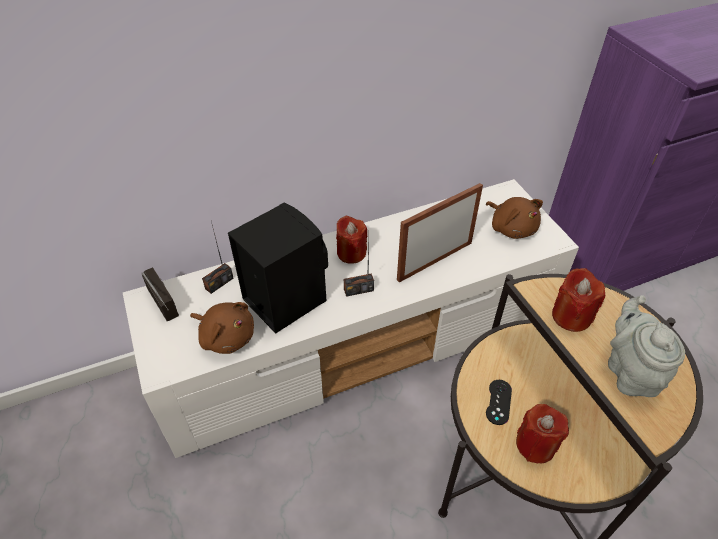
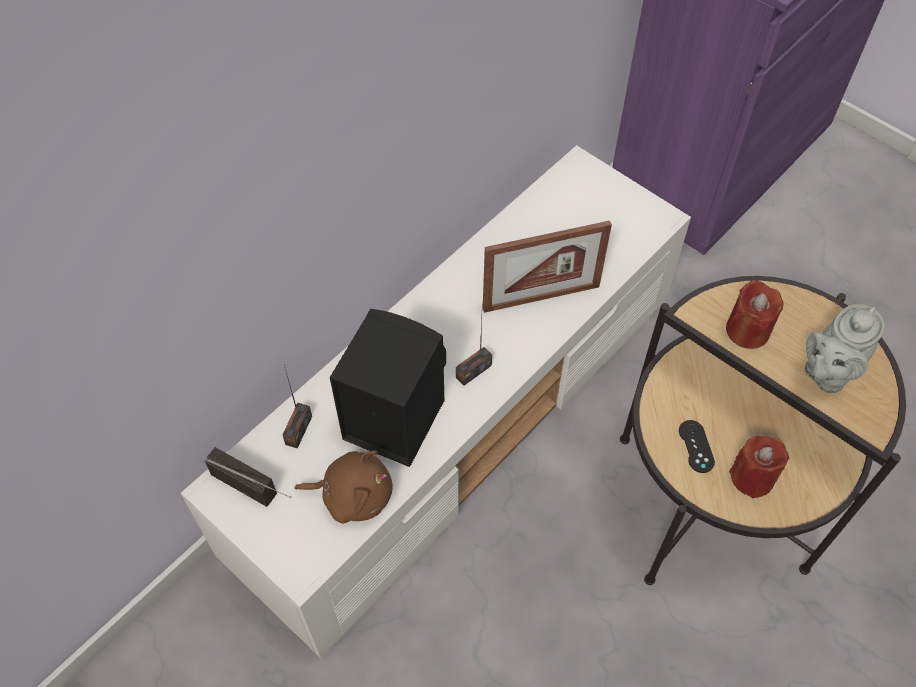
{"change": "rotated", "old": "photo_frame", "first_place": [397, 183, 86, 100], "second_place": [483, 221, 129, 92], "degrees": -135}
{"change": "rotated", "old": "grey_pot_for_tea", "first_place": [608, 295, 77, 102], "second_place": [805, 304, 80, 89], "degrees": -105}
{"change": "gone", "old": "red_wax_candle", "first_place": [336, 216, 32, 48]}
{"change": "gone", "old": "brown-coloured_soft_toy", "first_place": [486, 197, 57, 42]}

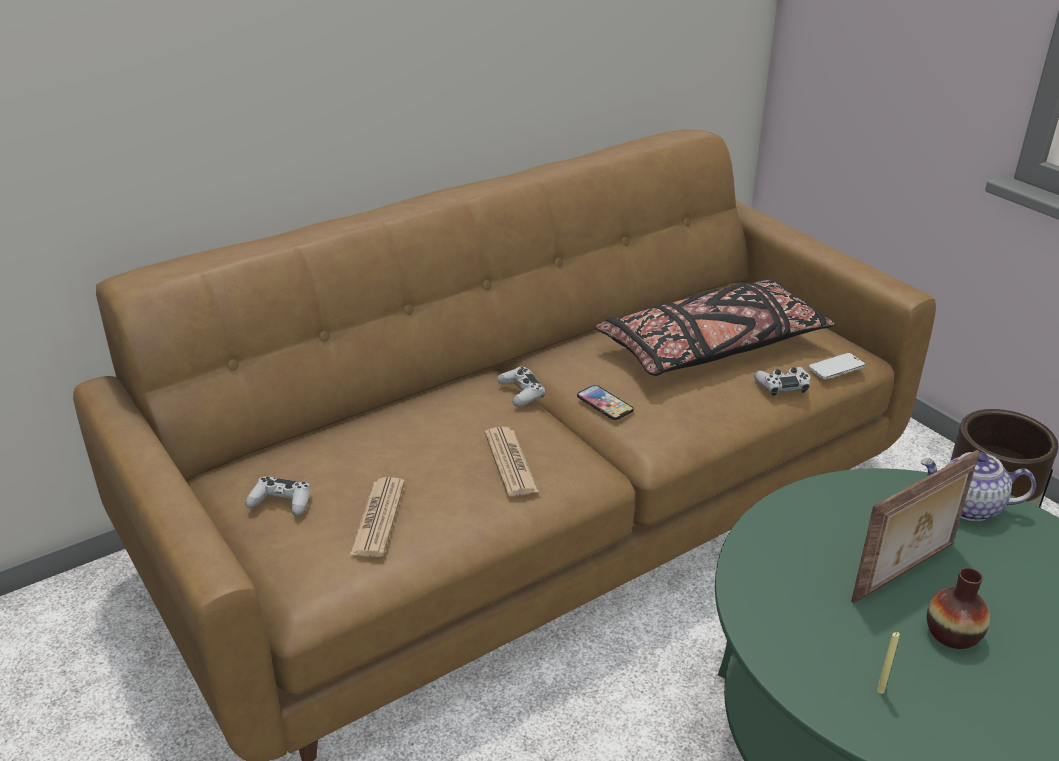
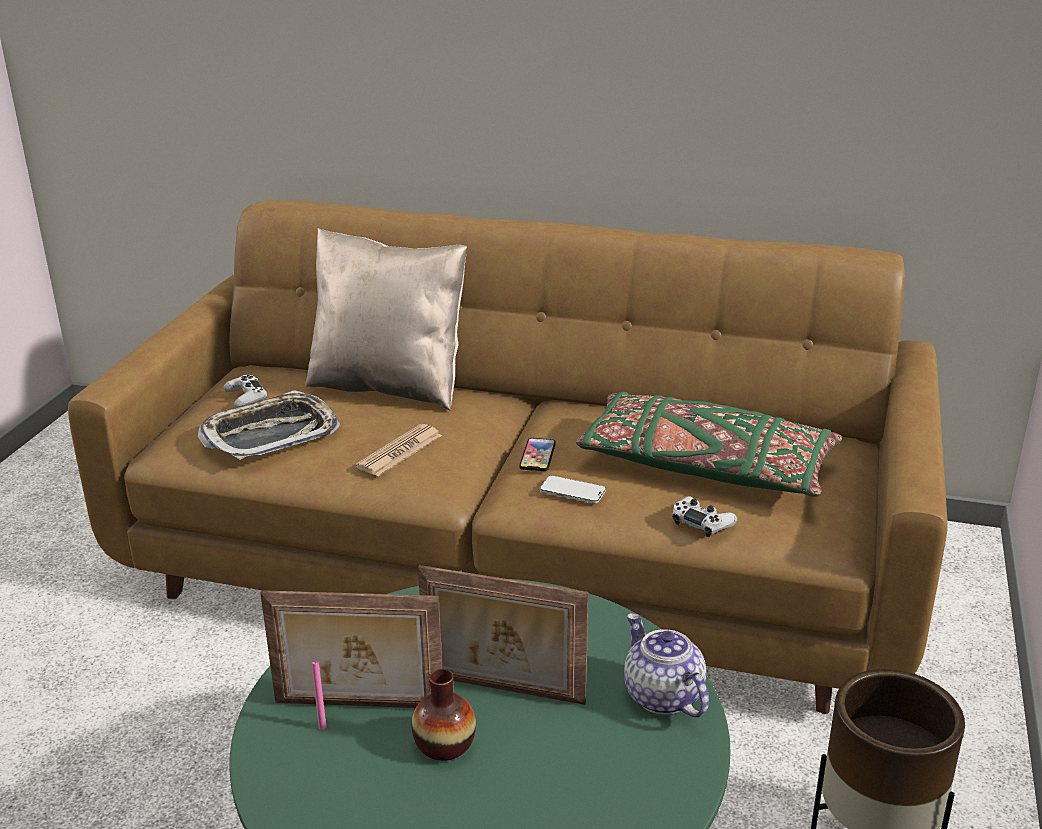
{"change": "swapped", "old": "printed_paper", "new": "serving_tray", "first_place": [350, 477, 55, 80], "second_place": [198, 390, 142, 70]}
{"change": "new", "new": "photo_frame", "second_place": [260, 590, 182, 118]}
{"change": "new", "new": "sand-coloured_cushion", "second_place": [305, 228, 162, 182]}
{"change": "repainted", "old": "yellowish_wax_candle", "new": "pink_wax_candle", "first_place": [877, 632, 23, 62], "second_place": [312, 662, 14, 68]}
{"change": "shifted", "old": "handset", "first_place": [808, 353, 57, 26], "second_place": [540, 476, 66, 28]}
{"change": "repainted", "old": "blackish_cushion", "new": "green-coloured_cushion", "first_place": [596, 279, 238, 97], "second_place": [576, 392, 266, 105]}
{"change": "gone", "old": "whitish_gamepad", "first_place": [497, 367, 48, 39]}

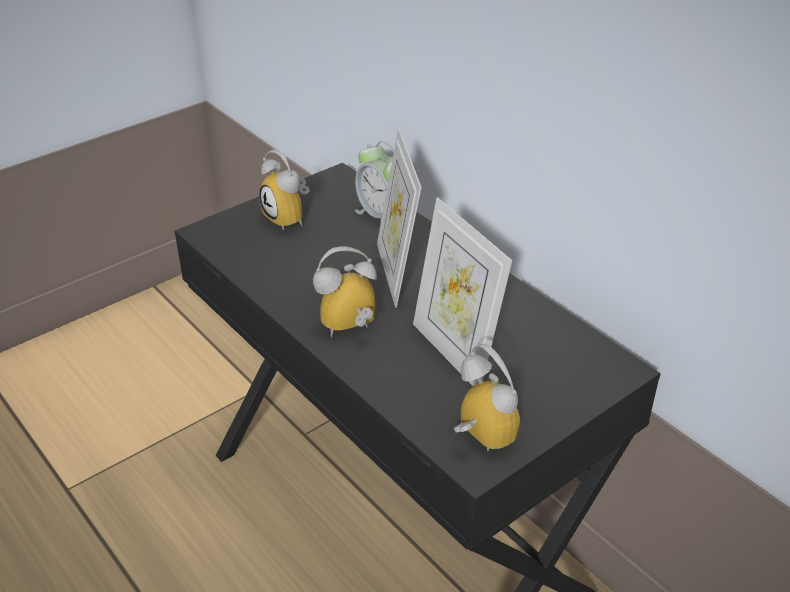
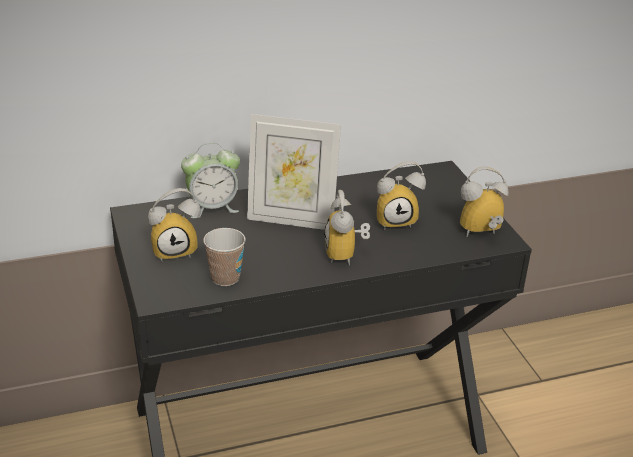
{"change": "new", "new": "small_cup", "second_place": [203, 228, 42, 58]}
{"change": "swapped", "old": "photo_frame", "new": "table_clock", "first_place": [413, 197, 99, 189], "second_place": [377, 161, 49, 69]}

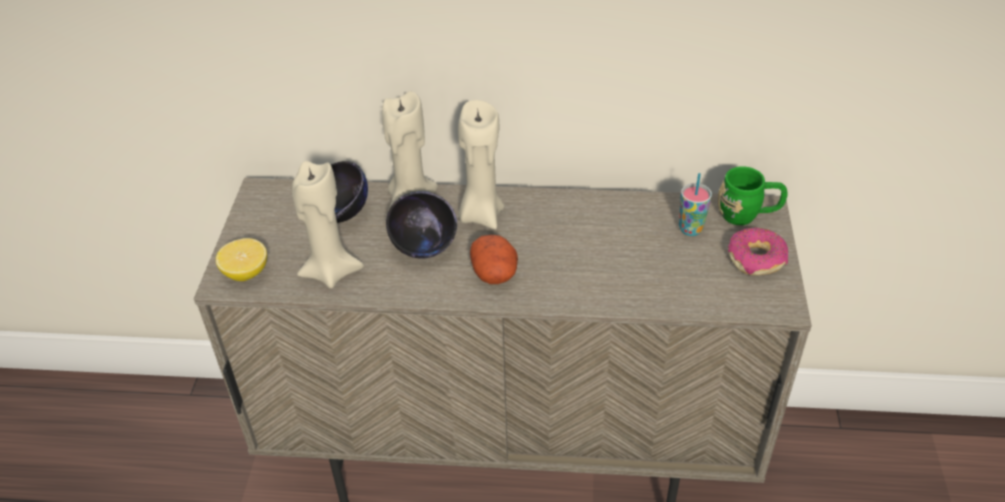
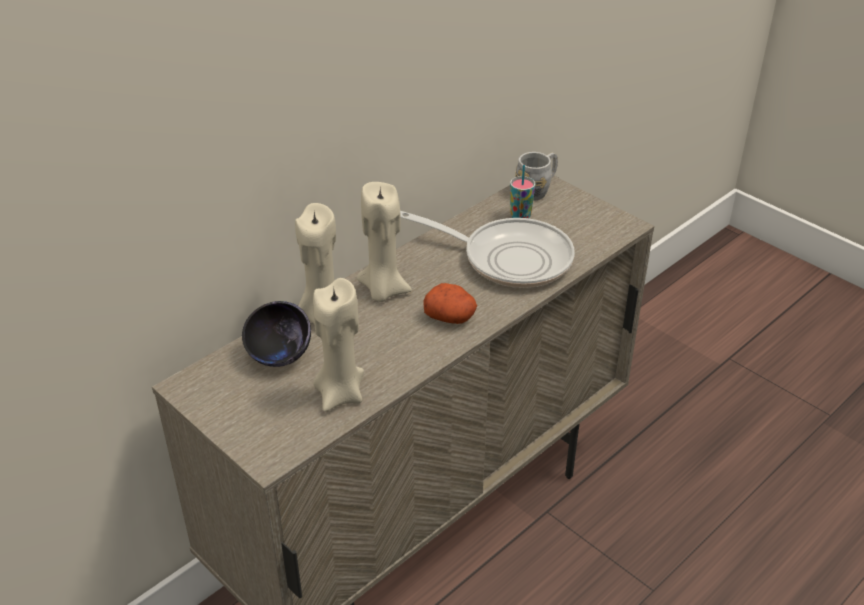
{"change": "new", "new": "pan", "second_place": [400, 211, 175, 77]}
{"change": "repainted", "old": "green-coloured_mug", "new": "grey_mug", "first_place": [718, 166, 70, 59], "second_place": [515, 152, 43, 49]}
{"change": "gone", "old": "whole_lemon", "first_place": [216, 238, 51, 43]}
{"change": "gone", "old": "blackish_serving_bowl", "first_place": [386, 191, 71, 68]}
{"change": "gone", "old": "doughnut", "first_place": [728, 227, 60, 48]}

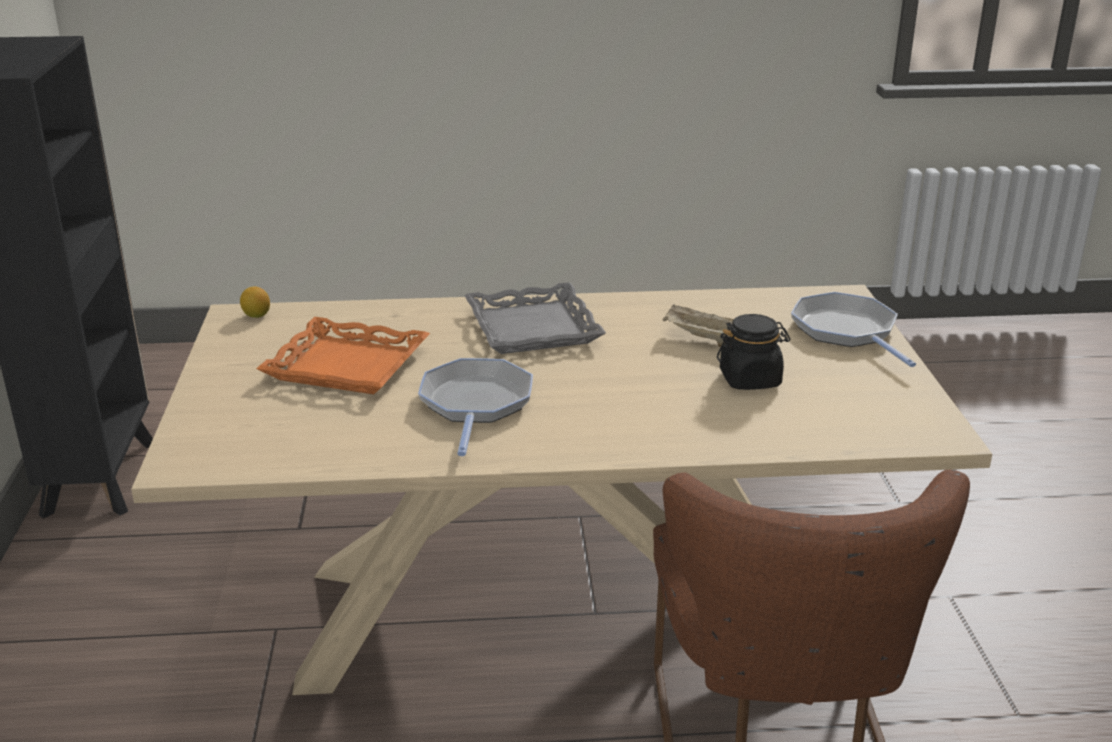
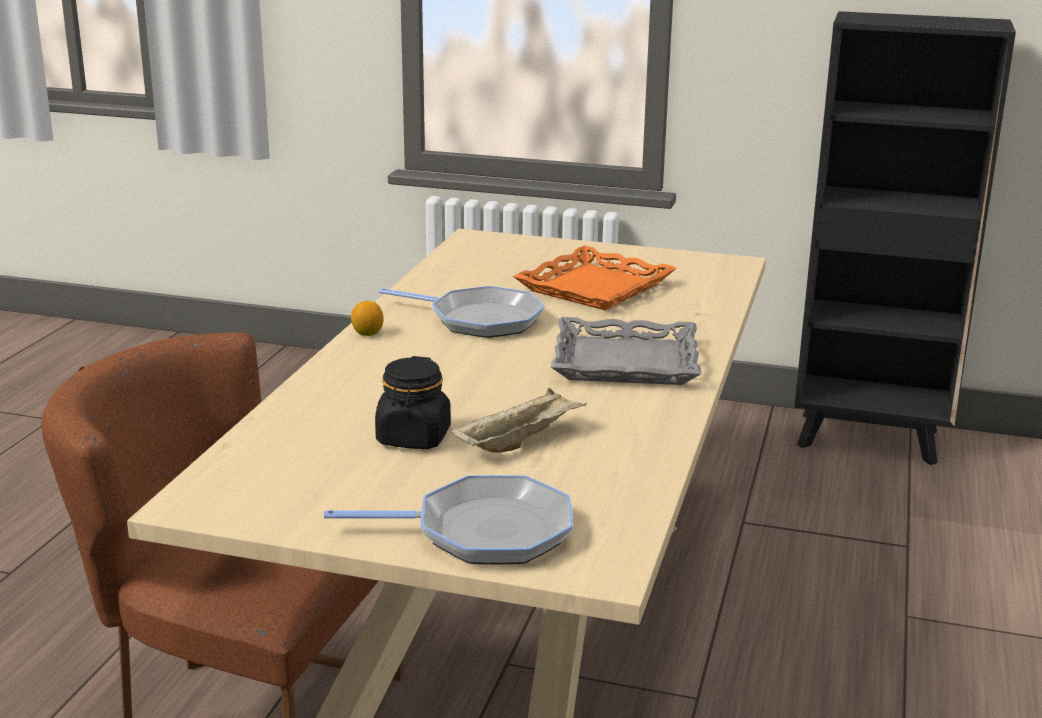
{"change": "shifted", "old": "whole_lemon", "first_place": [240, 287, 30, 31], "second_place": [351, 301, 32, 35]}

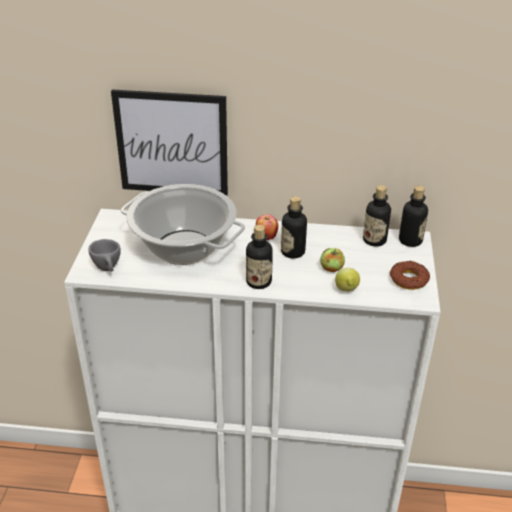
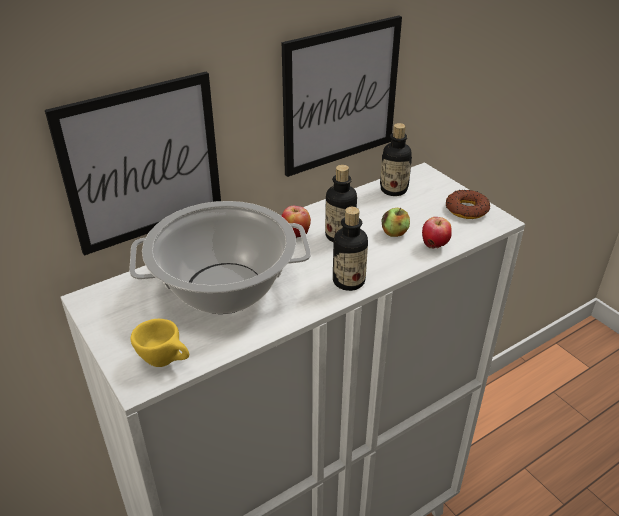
{"change": "repainted", "old": "grey_small_cup", "new": "yellowish_small_cup", "first_place": [88, 239, 33, 32], "second_place": [130, 319, 59, 48]}
{"change": "new", "new": "wall_art", "second_place": [282, 16, 120, 161]}
{"change": "swapped", "old": "whole_lemon", "new": "apple_fruit", "first_place": [335, 268, 25, 24], "second_place": [422, 217, 30, 32]}
{"change": "gone", "old": "bottle", "first_place": [399, 186, 29, 61]}

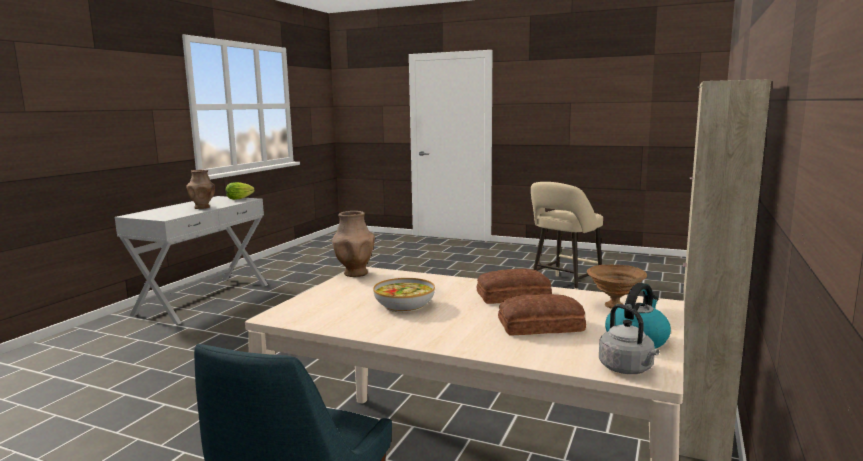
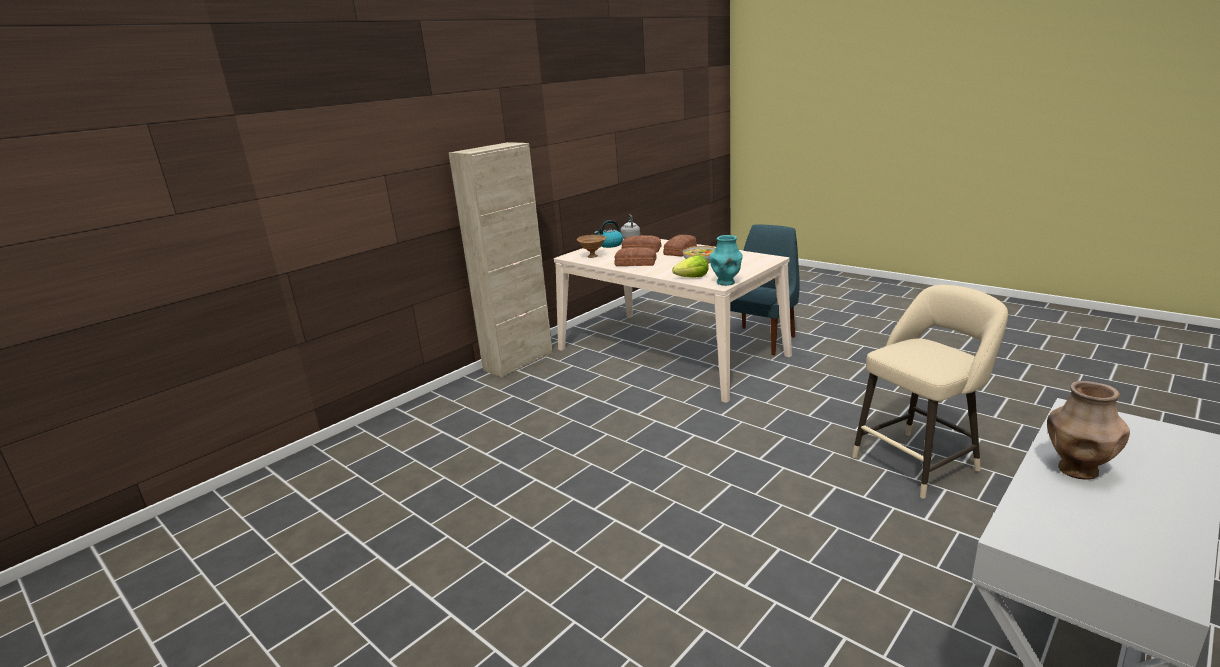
{"change": "new", "new": "bakery_bread", "second_place": [663, 235, 34, 21]}
{"change": "shifted", "old": "lettuce", "first_place": [226, 182, 29, 18], "second_place": [672, 255, 37, 23]}
{"change": "repainted", "old": "brown-coloured_flower_vase", "new": "blue-green_flower_vase", "first_place": [332, 211, 43, 66], "second_place": [710, 235, 33, 51]}
{"change": "shifted", "old": "sand-coloured_sitting_stool", "first_place": [531, 182, 72, 107], "second_place": [852, 285, 156, 214]}

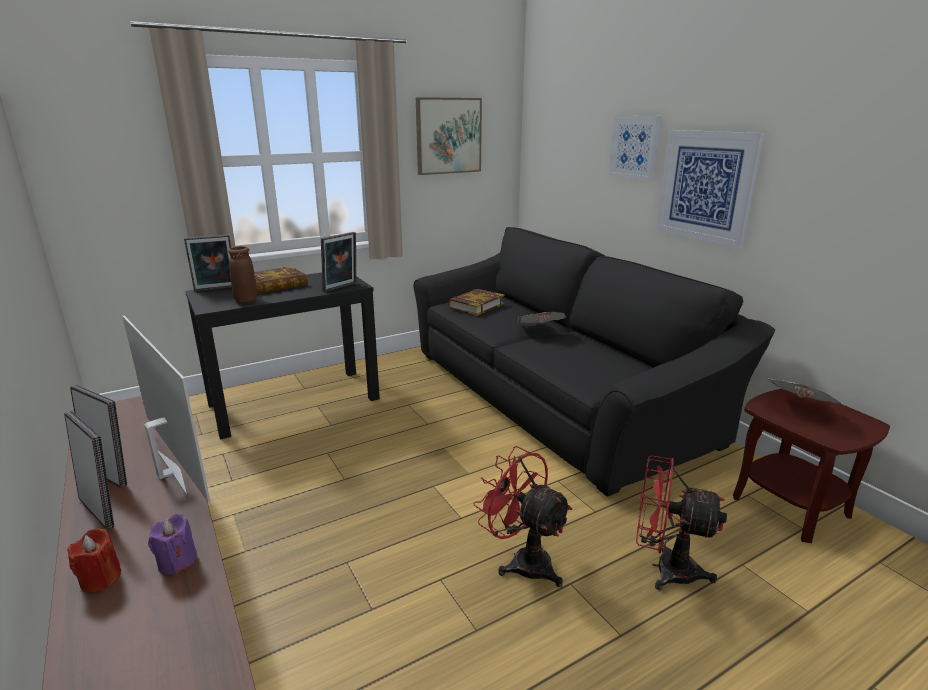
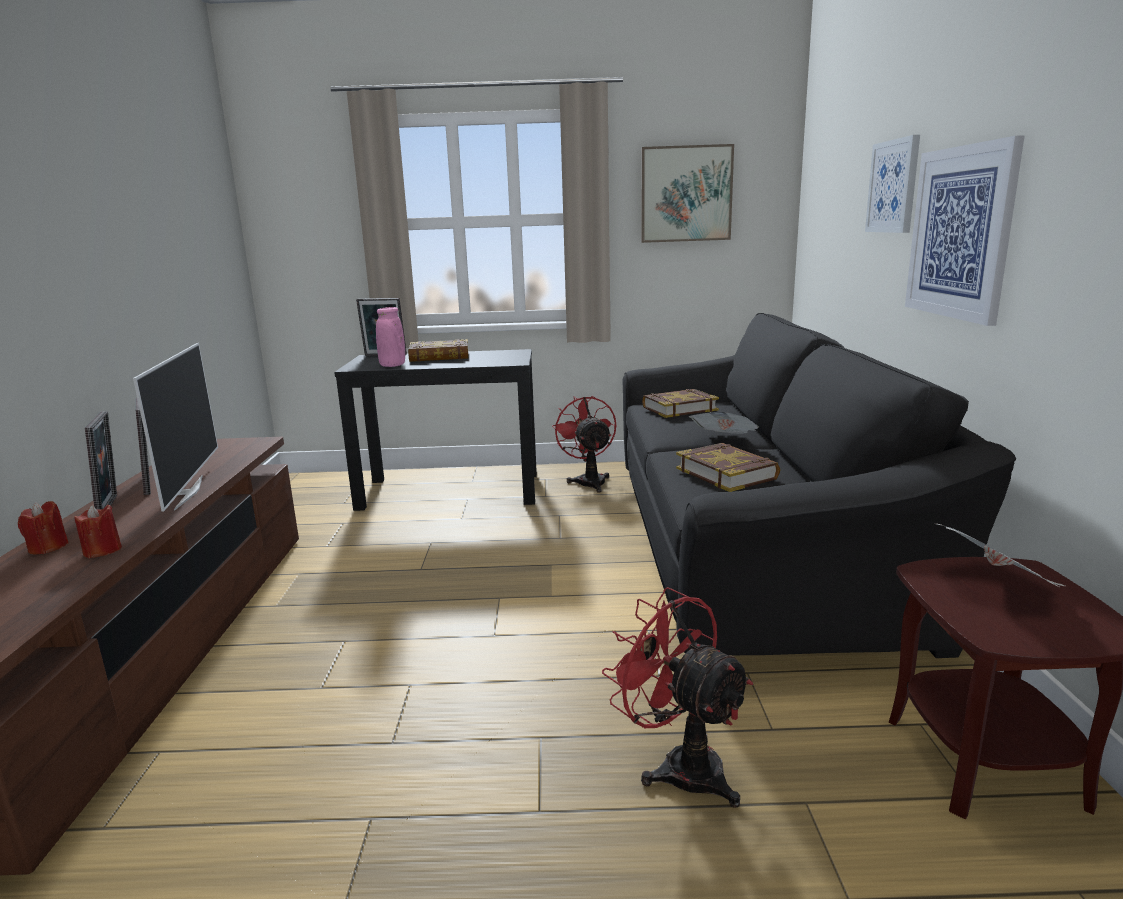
{"change": "repainted", "old": "purple_wax_candle", "new": "red_wax_candle", "first_place": [148, 514, 49, 61], "second_place": [74, 504, 48, 54]}
{"change": "repainted", "old": "brown-coloured_flower_vase", "new": "pink_flower_vase", "first_place": [228, 246, 29, 57], "second_place": [376, 307, 29, 60]}
{"change": "shifted", "old": "red_cooling_fan", "first_place": [474, 446, 98, 141], "second_place": [552, 396, 64, 97]}
{"change": "new", "new": "bound_book", "second_place": [676, 443, 104, 49]}
{"change": "gone", "old": "photo_frame", "first_place": [321, 232, 35, 60]}

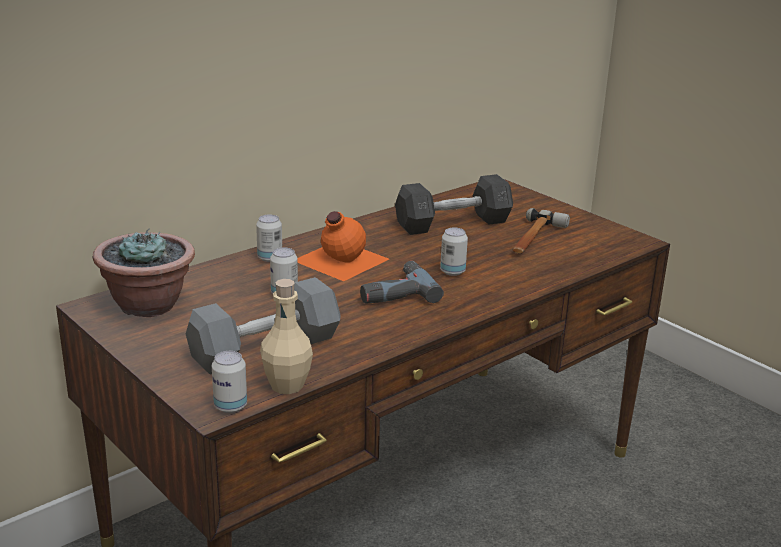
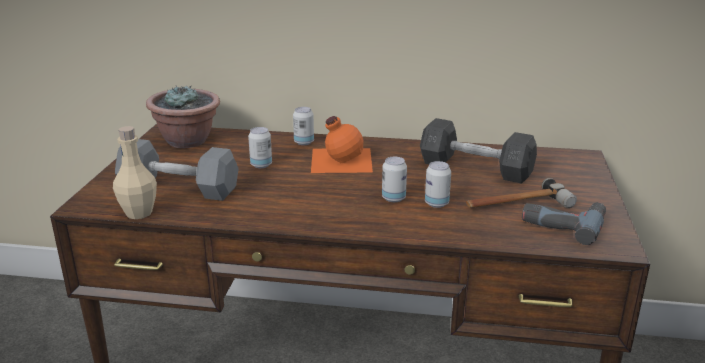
{"change": "shifted", "old": "metal_can", "first_place": [212, 351, 35, 62], "second_place": [425, 161, 26, 47]}
{"change": "shifted", "old": "power_drill", "first_place": [360, 261, 84, 43], "second_place": [522, 202, 84, 43]}

